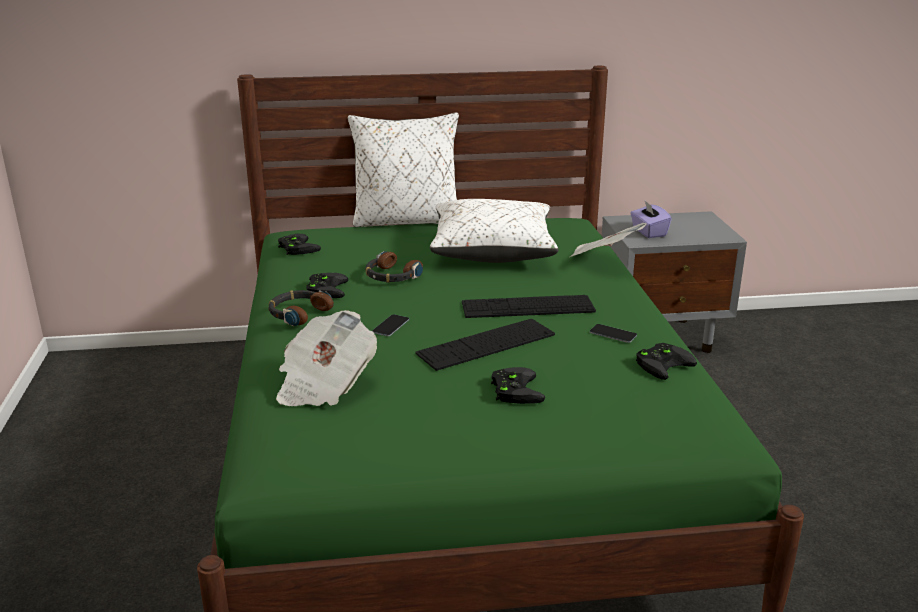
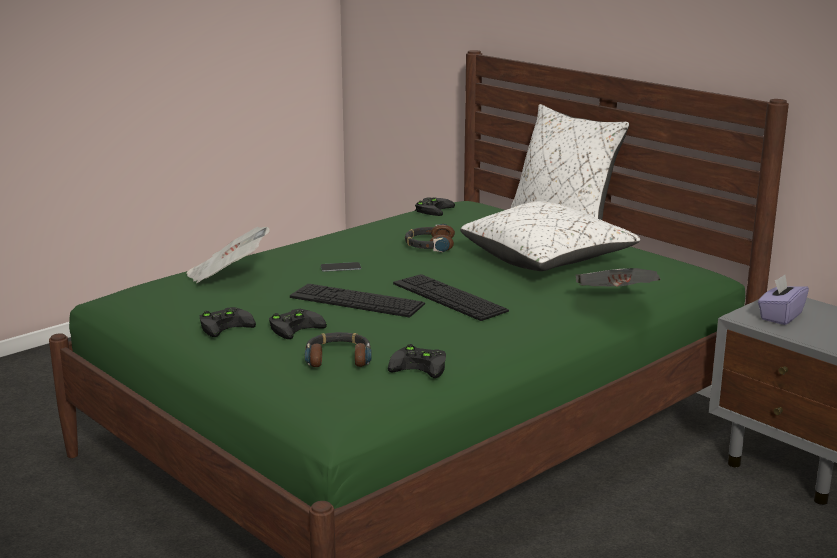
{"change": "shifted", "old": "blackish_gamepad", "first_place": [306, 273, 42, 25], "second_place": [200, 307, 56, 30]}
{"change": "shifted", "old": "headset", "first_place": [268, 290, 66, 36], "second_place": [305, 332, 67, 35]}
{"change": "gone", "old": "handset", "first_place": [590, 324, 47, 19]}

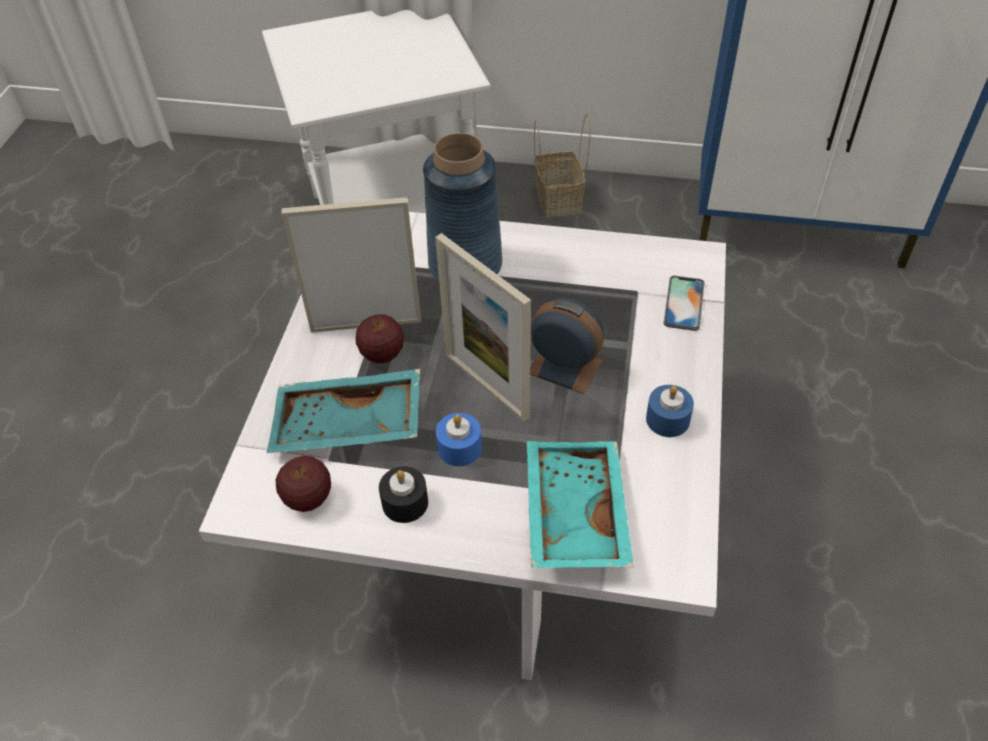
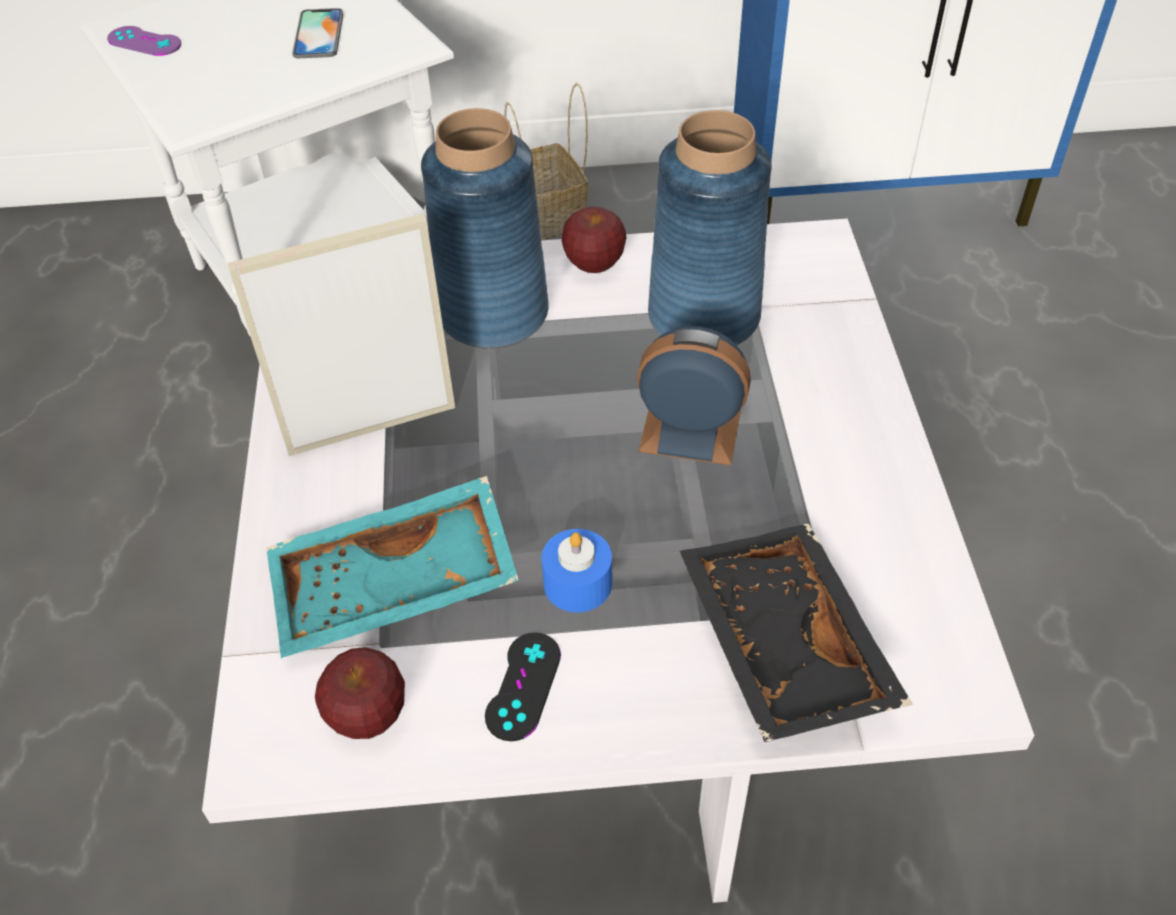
{"change": "new", "new": "purple_gamepad", "second_place": [107, 26, 74, 30]}
{"change": "shifted", "old": "handset", "first_place": [663, 276, 42, 55], "second_place": [292, 8, 51, 50]}
{"change": "swapped", "old": "blackish_wax_candle", "new": "blackish_gamepad", "first_place": [379, 466, 49, 57], "second_place": [485, 632, 76, 109]}
{"change": "shifted", "old": "apple_fruit", "first_place": [356, 314, 48, 49], "second_place": [562, 207, 64, 66]}
{"change": "new", "new": "blue-coloured_flower_vase", "second_place": [648, 110, 124, 235]}
{"change": "repainted", "old": "blue-green_serving_tray", "new": "blackish_serving_tray", "first_place": [527, 441, 107, 127], "second_place": [680, 524, 233, 218]}
{"change": "gone", "old": "photo_frame", "first_place": [435, 233, 96, 189]}
{"change": "gone", "old": "blue-coloured_wax_candle", "first_place": [646, 385, 48, 52]}

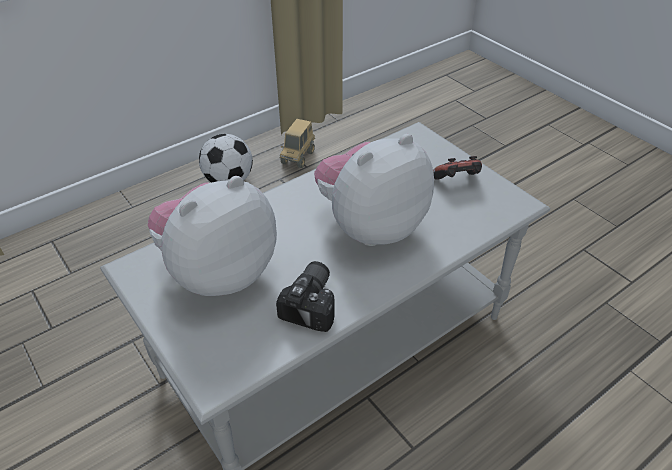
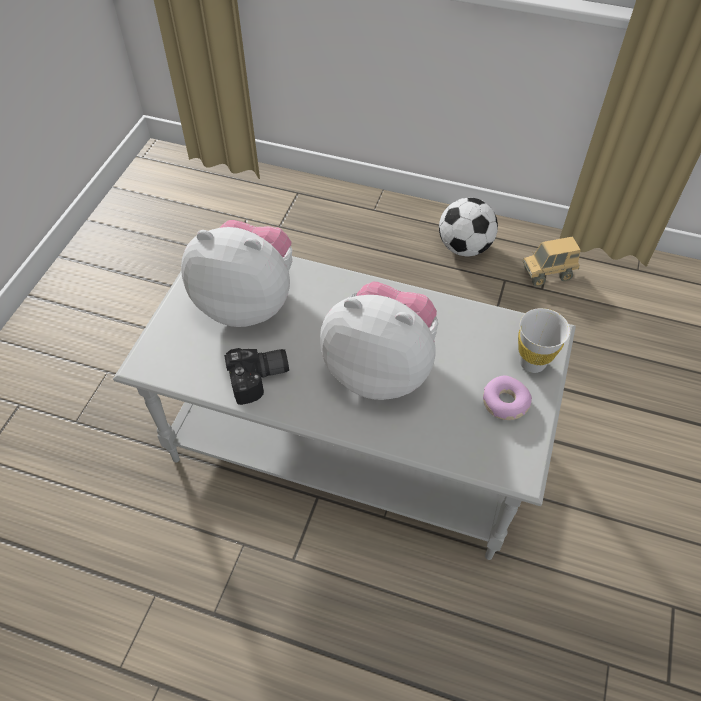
{"change": "swapped", "old": "gamepad", "new": "doughnut", "first_place": [433, 156, 49, 24], "second_place": [483, 375, 49, 45]}
{"change": "new", "new": "whitish_small_cup", "second_place": [518, 308, 52, 65]}

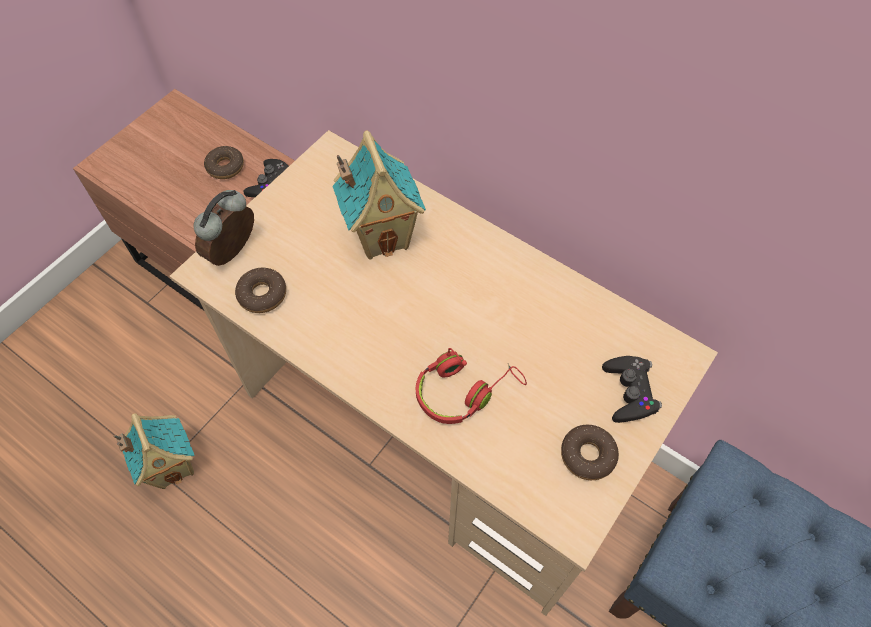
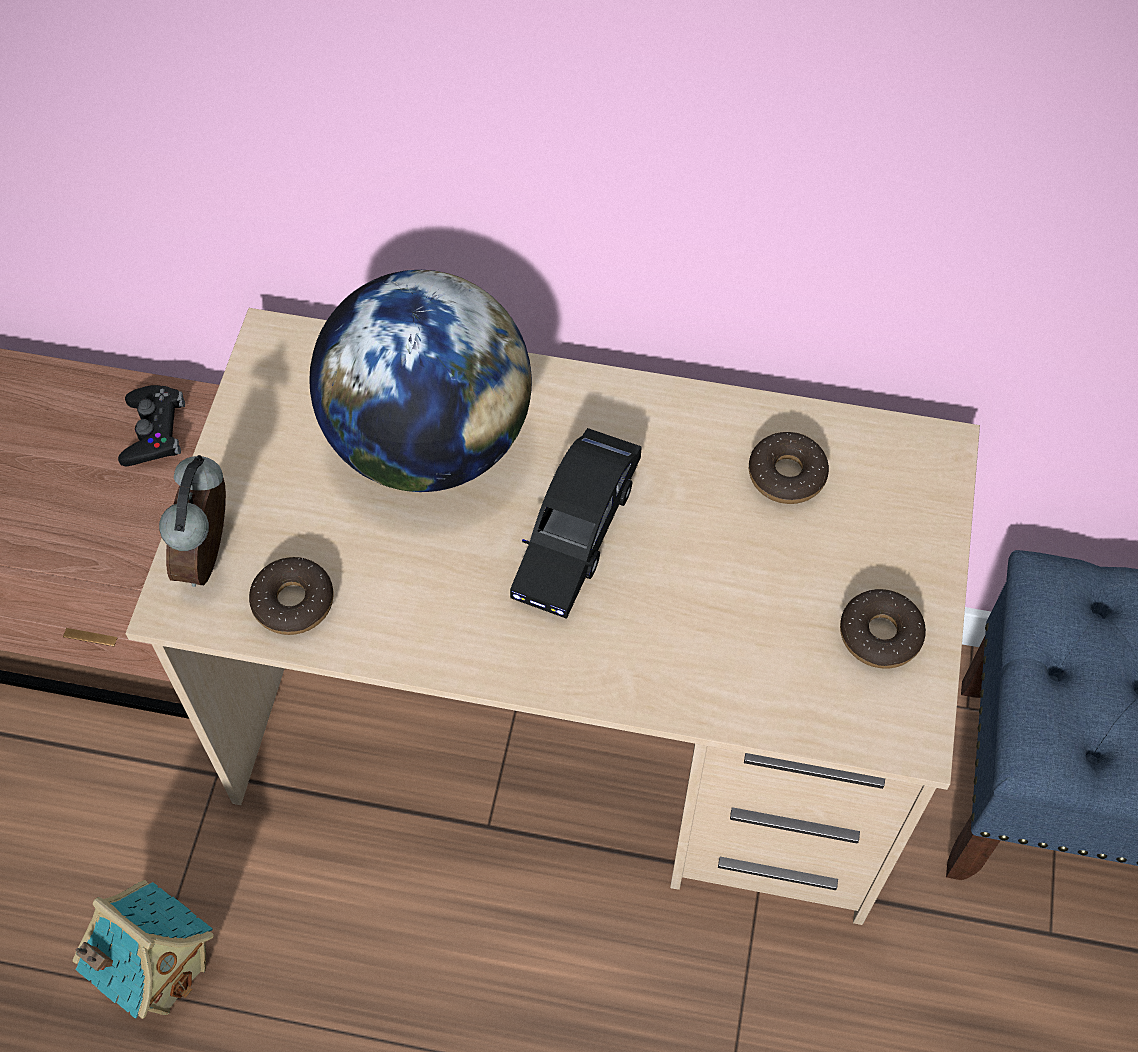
{"change": "swapped", "old": "miniature_house", "new": "globe", "first_place": [332, 131, 94, 129], "second_place": [310, 270, 222, 222]}
{"change": "new", "new": "blackish_model_car", "second_place": [510, 428, 132, 191]}
{"change": "shifted", "old": "doughnut", "first_place": [204, 146, 40, 33], "second_place": [749, 432, 80, 72]}
{"change": "gone", "old": "red_headset", "first_place": [416, 348, 111, 76]}
{"change": "gone", "old": "blackish_gamepad", "first_place": [602, 356, 60, 67]}

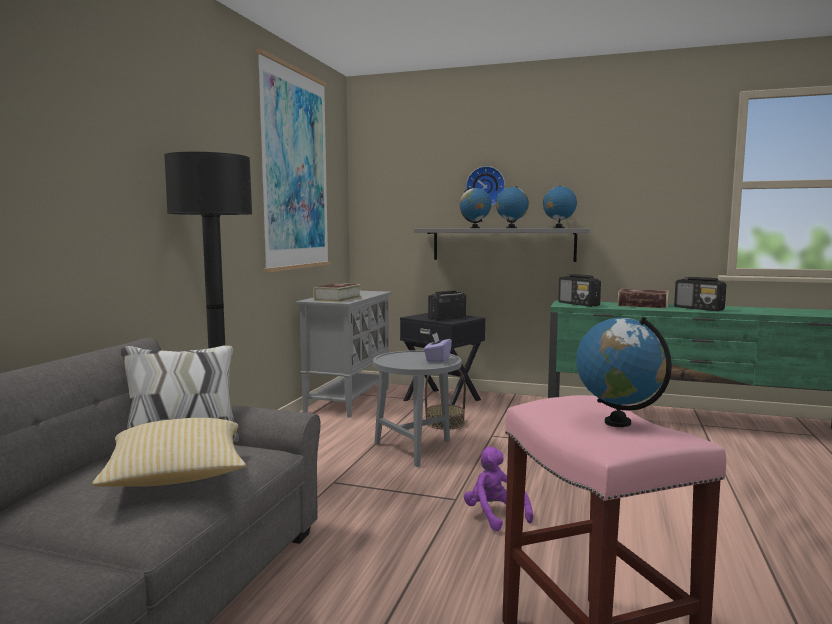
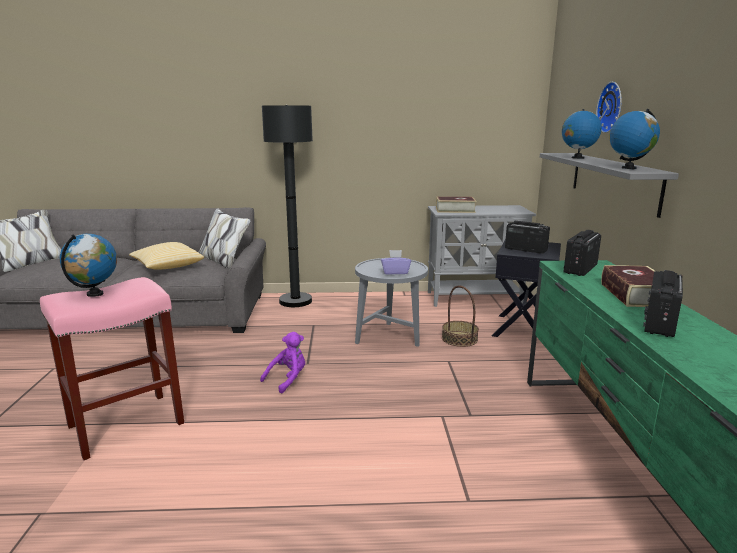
{"change": "gone", "old": "wall_art", "first_place": [256, 49, 74, 223]}
{"change": "gone", "old": "globe", "first_place": [496, 186, 33, 42]}

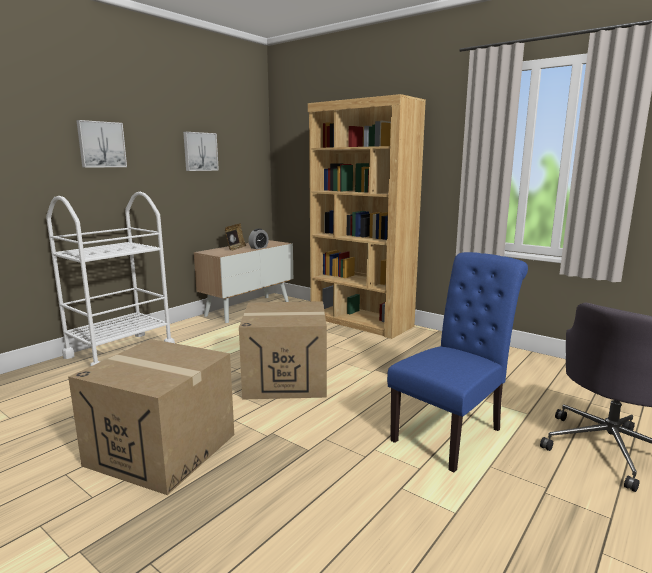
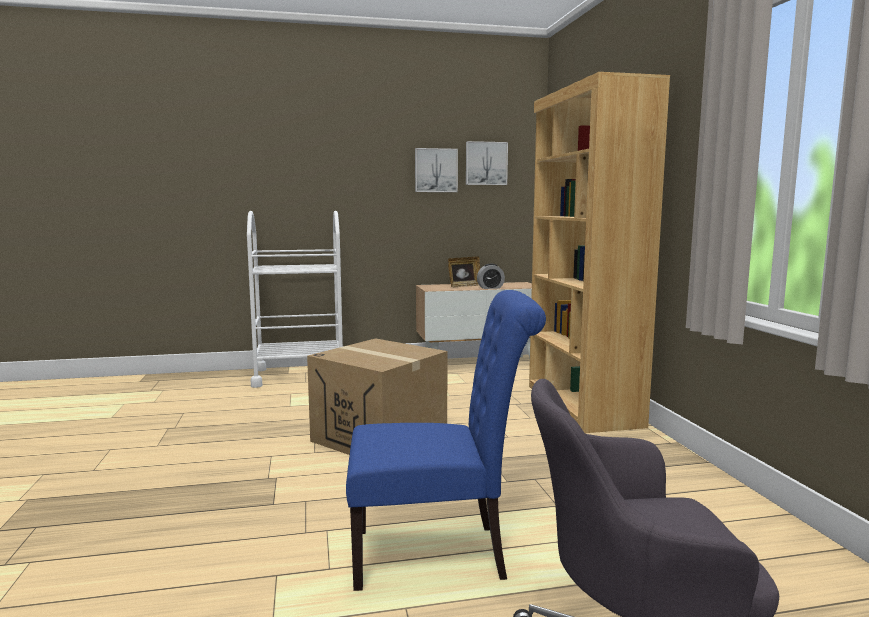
{"change": "shifted", "old": "wall_art", "first_place": [76, 120, 51, 48], "second_place": [466, 141, 42, 44]}
{"change": "gone", "old": "packing_box", "first_place": [68, 339, 166, 156]}

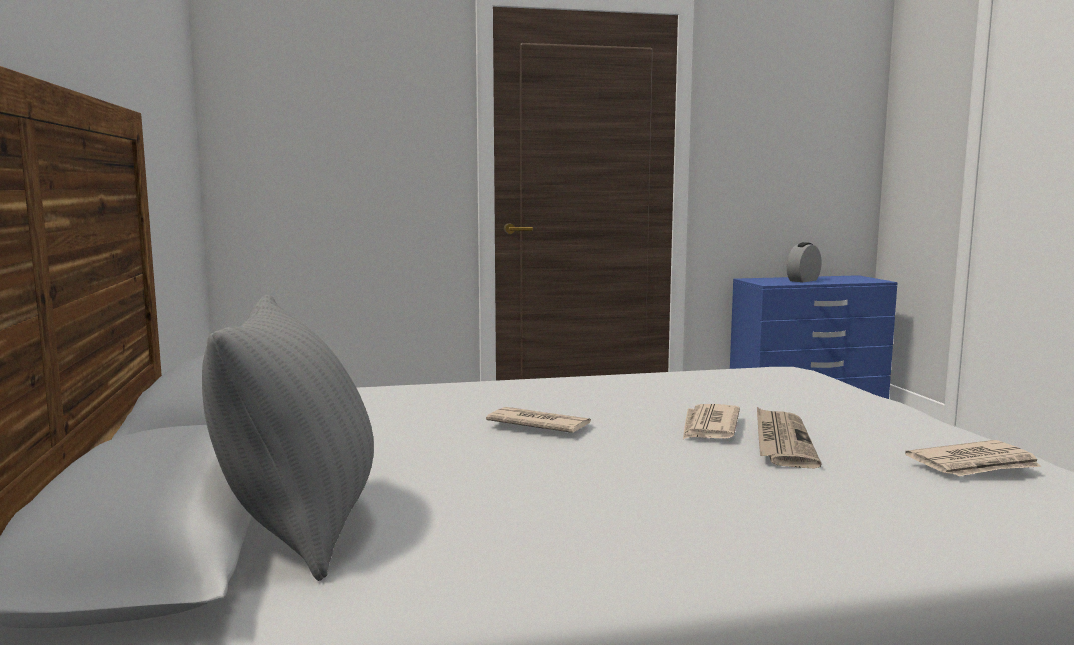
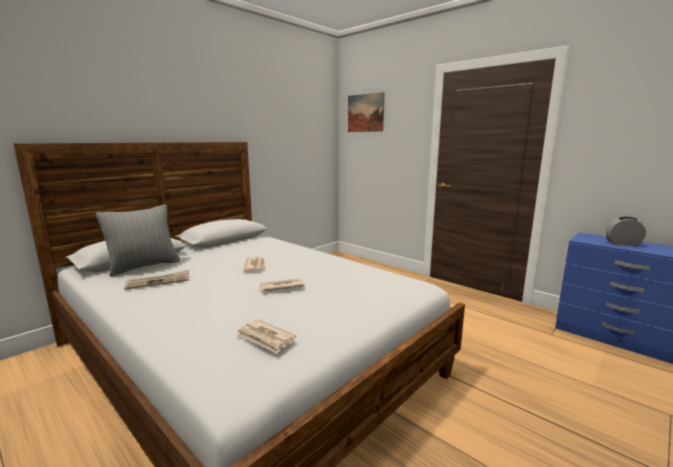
{"change": "shifted", "old": "printed_paper", "first_place": [757, 407, 65, 61], "second_place": [124, 270, 65, 20]}
{"change": "new", "new": "wall_art", "second_place": [348, 92, 36, 40]}

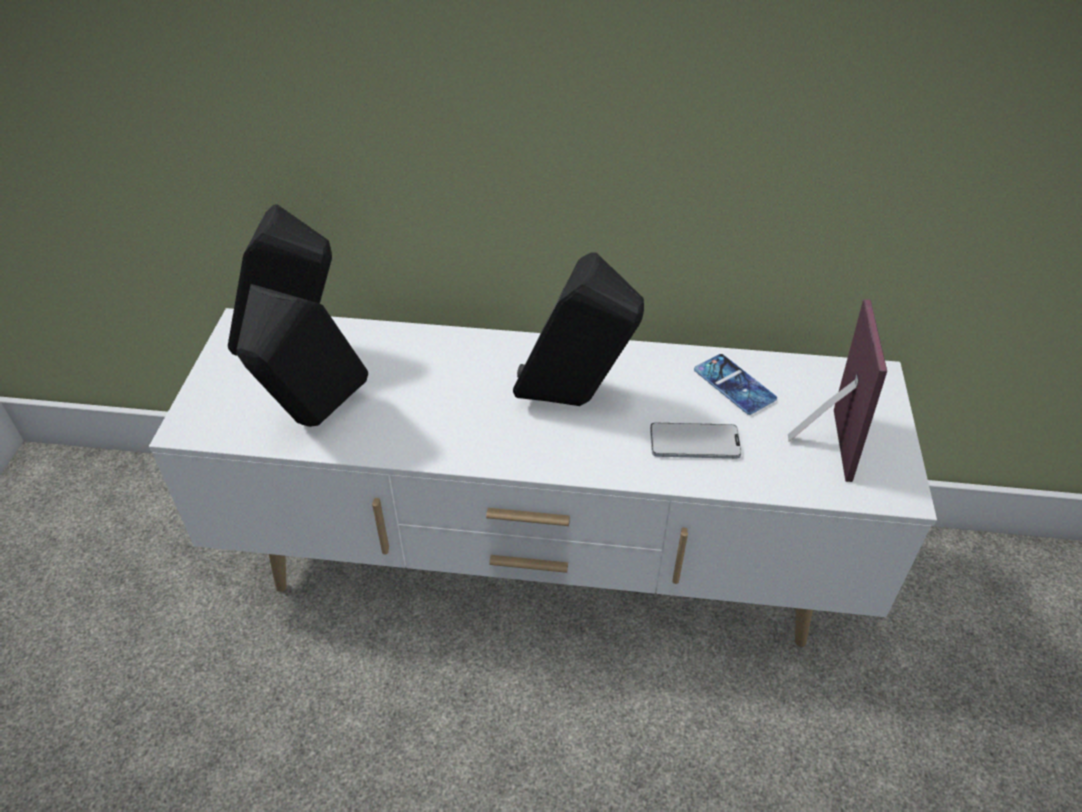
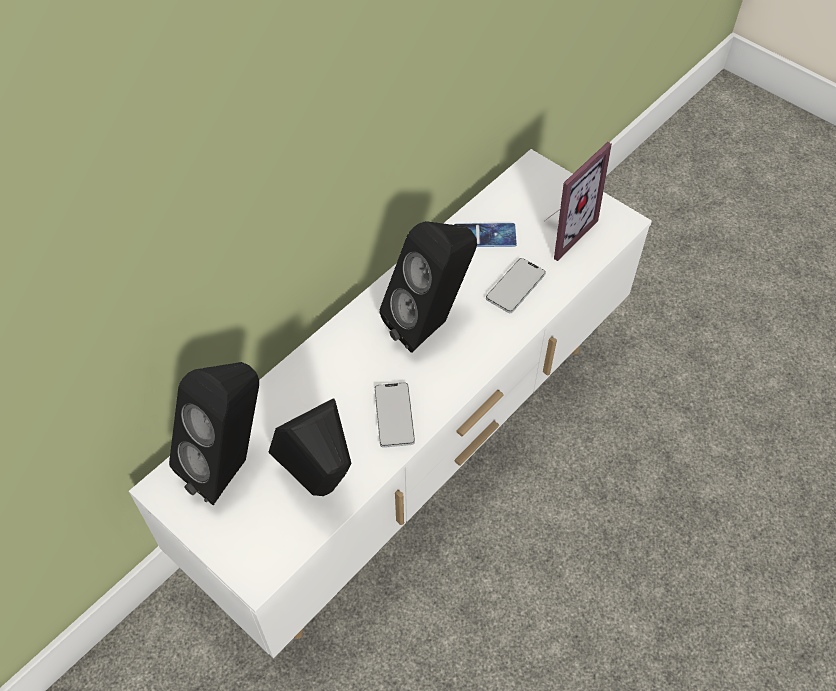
{"change": "new", "new": "handset", "second_place": [375, 382, 40, 66]}
{"change": "rotated", "old": "photo_frame", "first_place": [788, 299, 99, 183], "second_place": [546, 142, 66, 119], "degrees": 90}

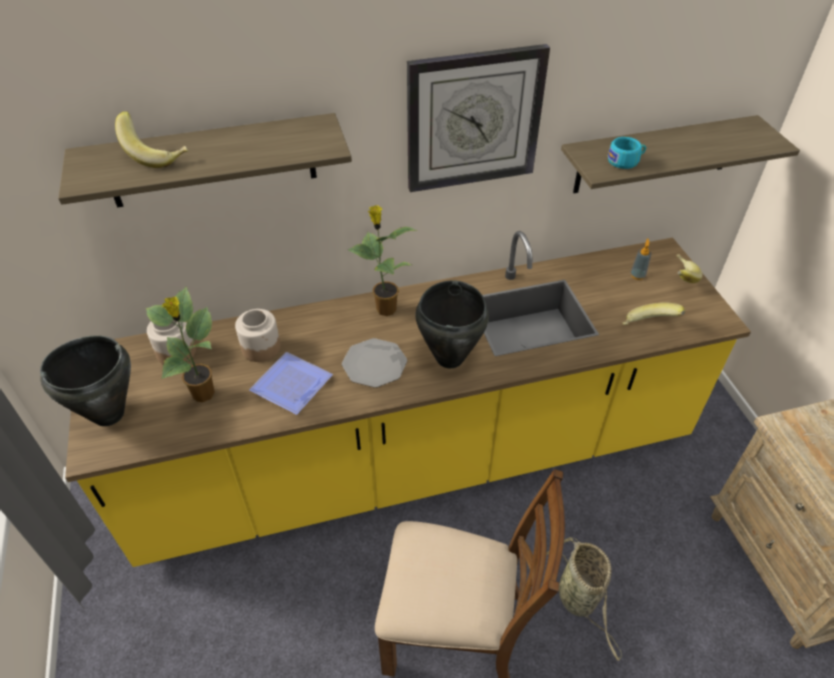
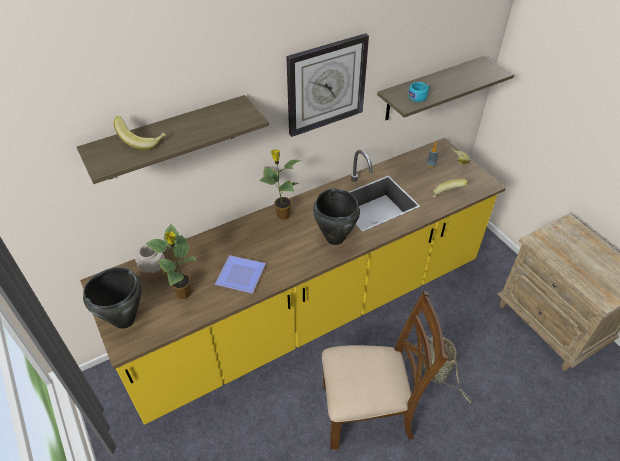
{"change": "gone", "old": "jar", "first_place": [235, 309, 46, 53]}
{"change": "gone", "old": "flat_dish", "first_place": [342, 338, 65, 50]}

